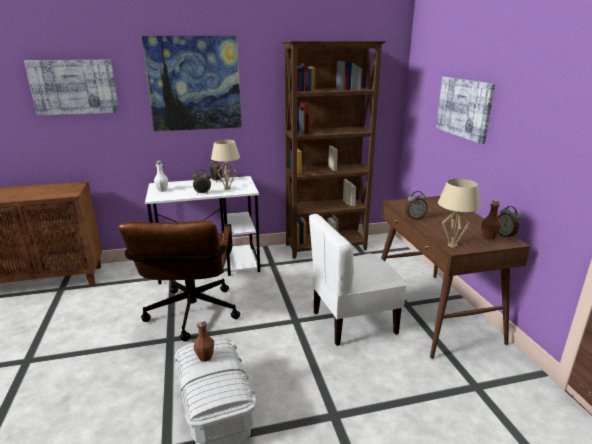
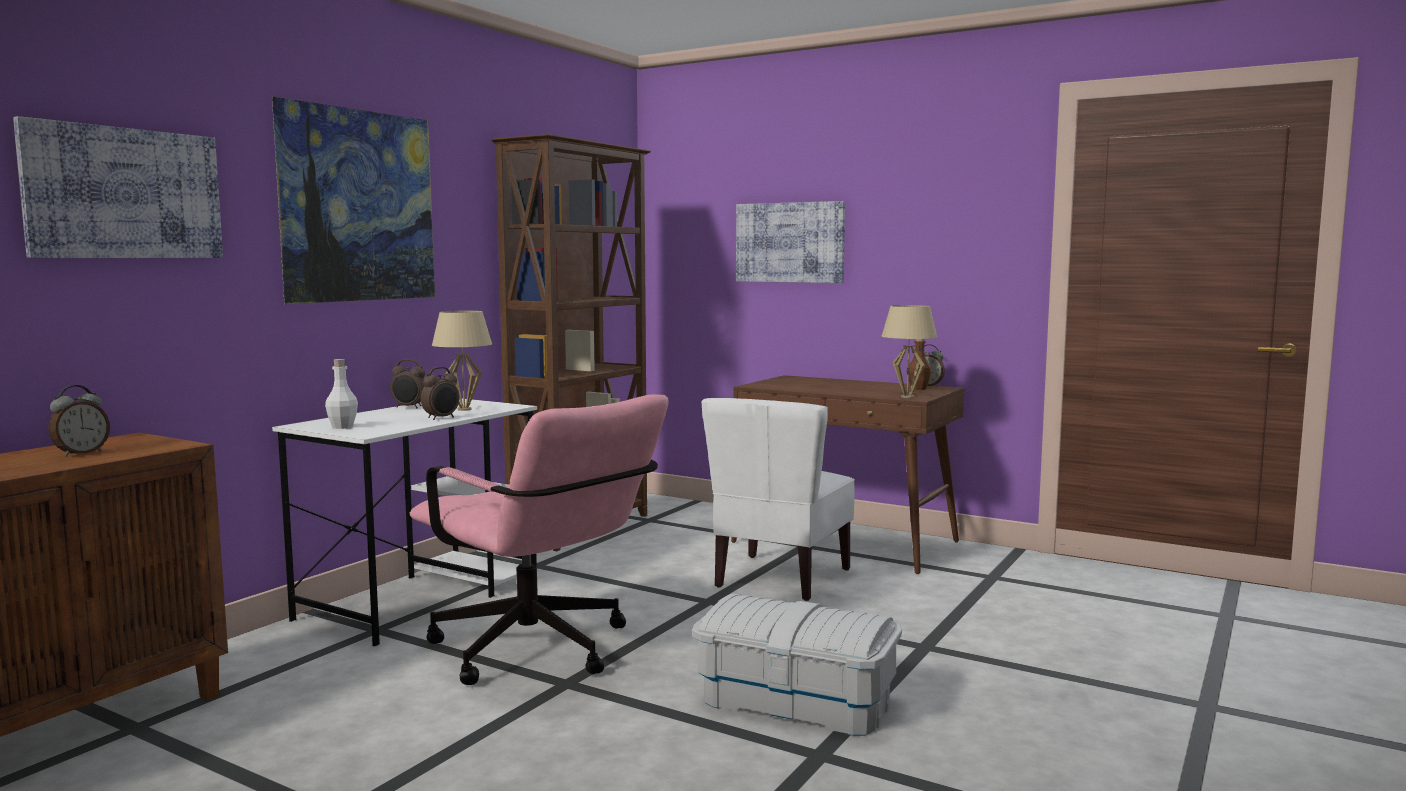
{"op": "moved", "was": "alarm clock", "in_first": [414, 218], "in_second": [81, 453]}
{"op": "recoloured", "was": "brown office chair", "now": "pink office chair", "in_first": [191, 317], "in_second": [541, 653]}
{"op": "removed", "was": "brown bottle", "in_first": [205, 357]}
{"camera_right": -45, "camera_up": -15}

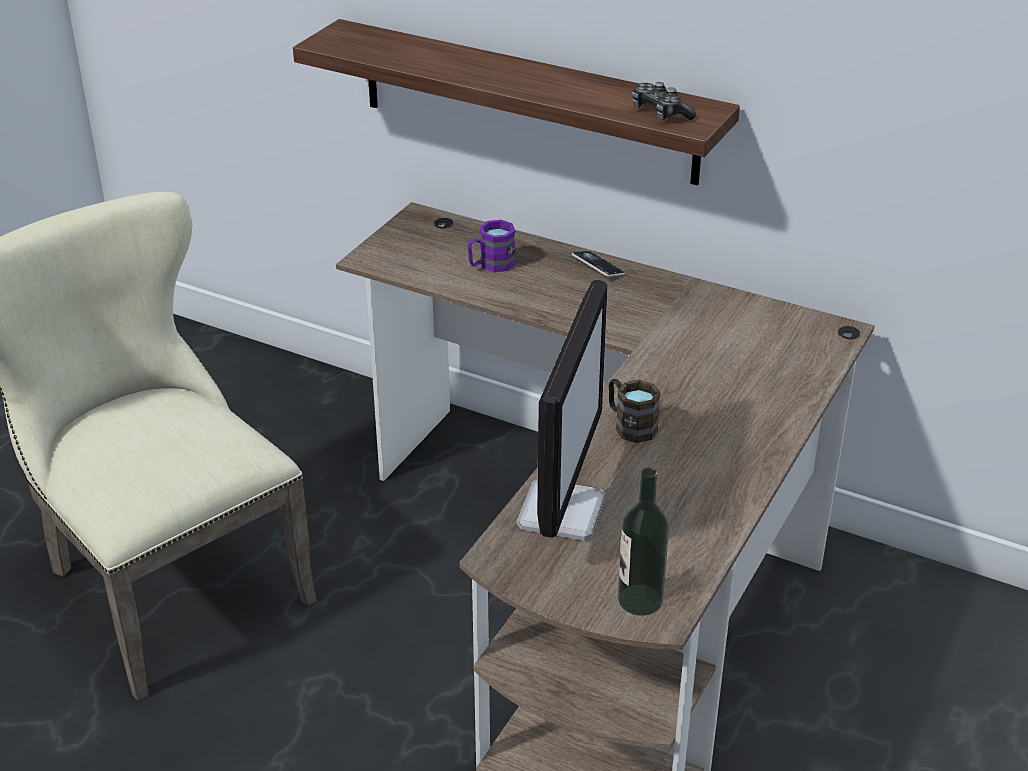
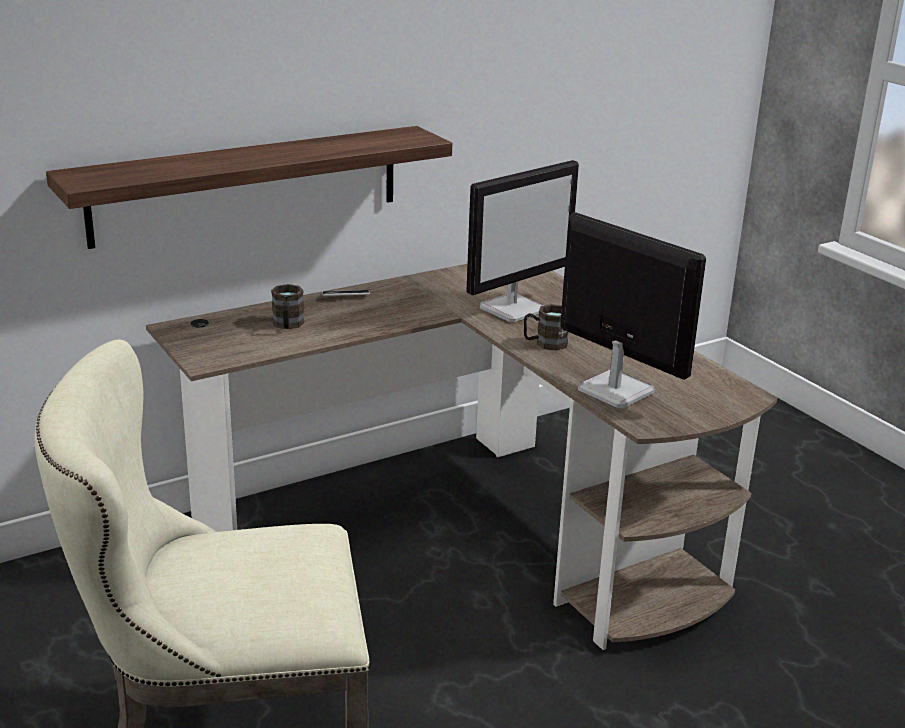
{"op": "removed", "was": "game controller", "in_first": [660, 113]}
{"op": "recoloured", "was": "purple mug", "now": "brown mug", "in_first": [490, 265], "in_second": [287, 325]}
{"op": "removed", "was": "bottle", "in_first": [640, 600]}
{"op": "added", "now": "monitor", "in_second": [513, 309]}
{"camera_right": -60, "camera_up": -10}

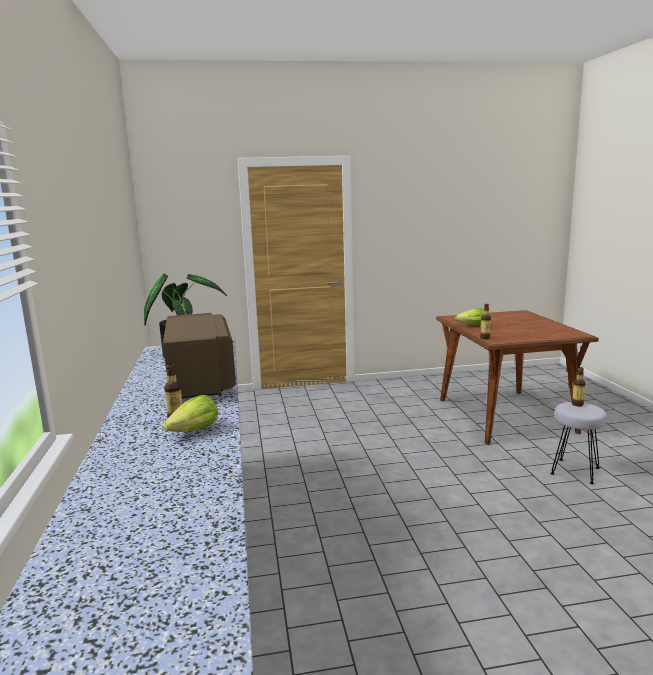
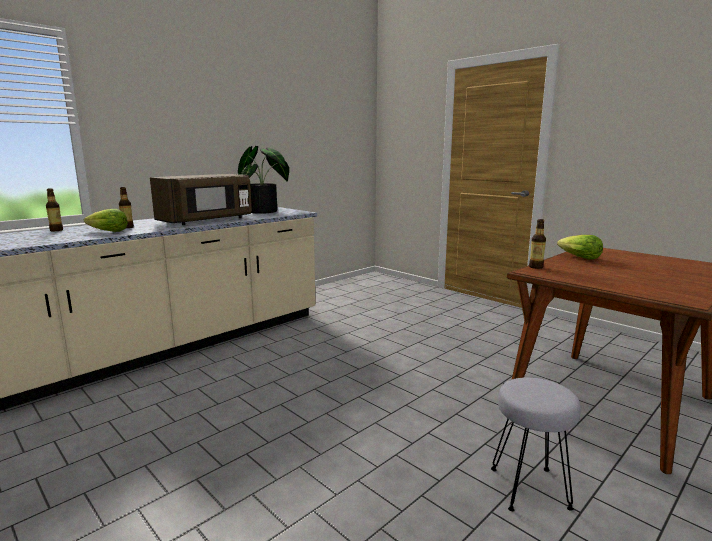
{"op": "moved", "was": "bottle", "in_first": [577, 404], "in_second": [56, 230]}
{"camera_right": 55, "camera_up": 0}

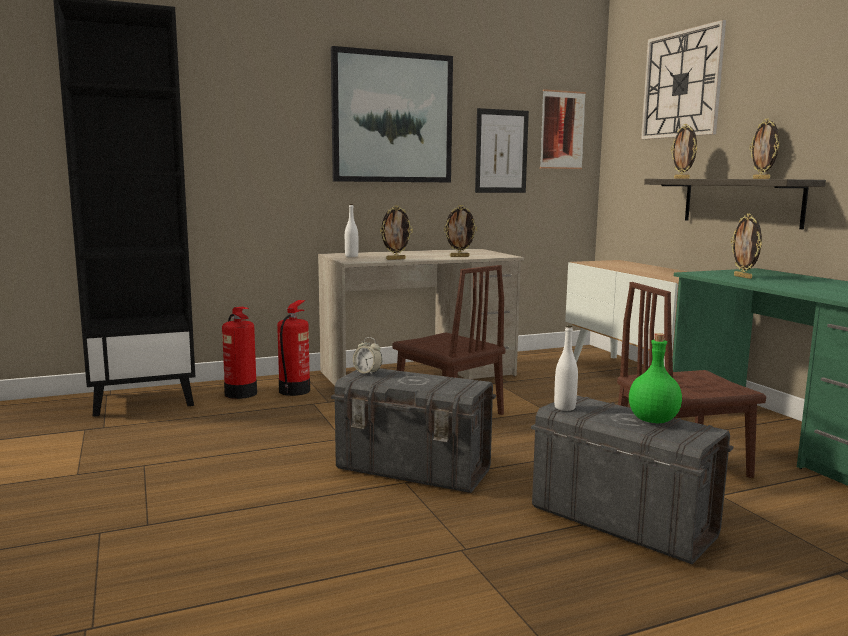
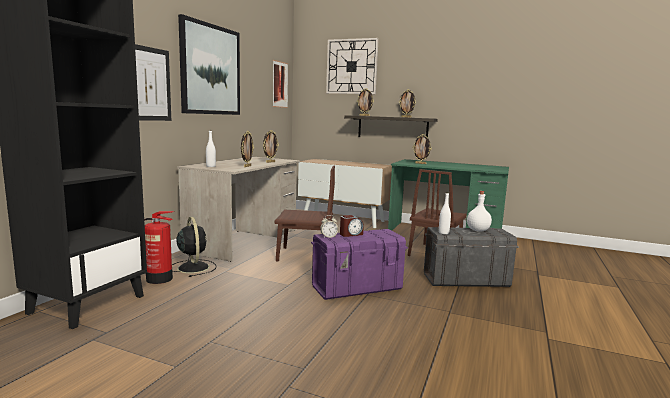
{"op": "moved", "was": "picture", "in_first": [501, 151], "in_second": [150, 84]}
{"op": "replaced", "was": "fire extinguisher", "now": "black fan", "in_first": [295, 390], "in_second": [193, 267]}
{"op": "recoloured", "was": "green bottle", "now": "white bottle", "in_first": [652, 420], "in_second": [477, 230]}
{"op": "recoloured", "was": "grey storage box", "now": "purple storage box", "in_first": [414, 469], "in_second": [357, 287]}
{"op": "added", "now": "alarm clock", "in_second": [351, 234]}
{"camera_right": -45, "camera_up": 0}

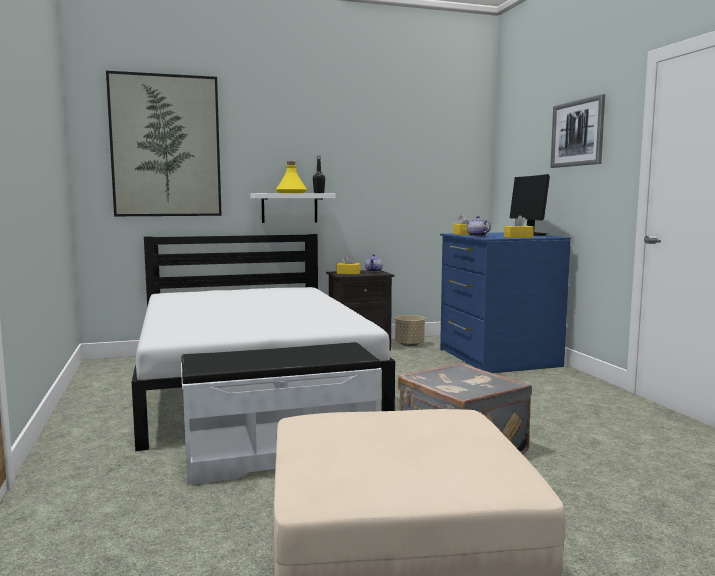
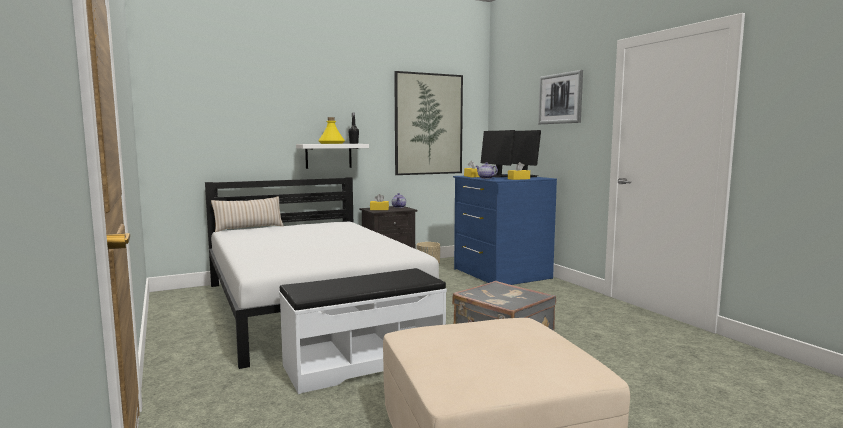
{"op": "moved", "was": "picture", "in_first": [166, 146], "in_second": [428, 124]}
{"op": "added", "now": "monitor", "in_second": [498, 176]}
{"op": "added", "now": "beige pillow", "in_second": [249, 228]}
{"camera_right": -10, "camera_up": 0}

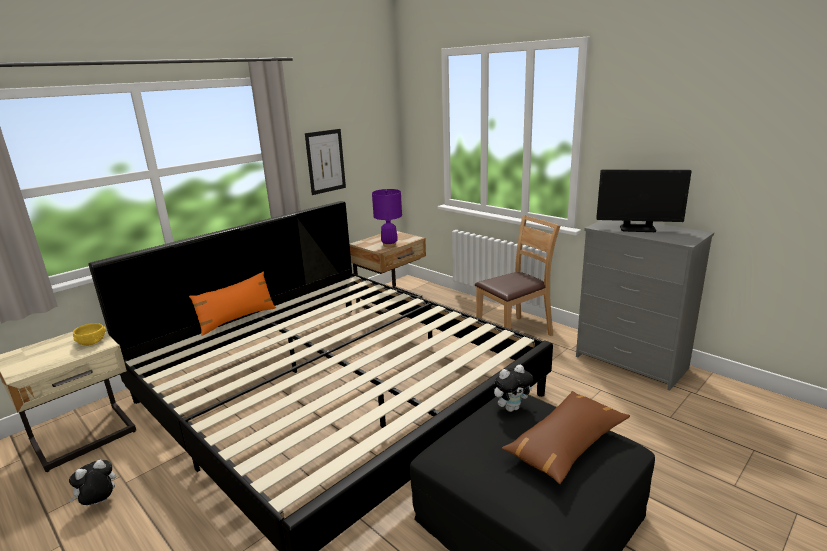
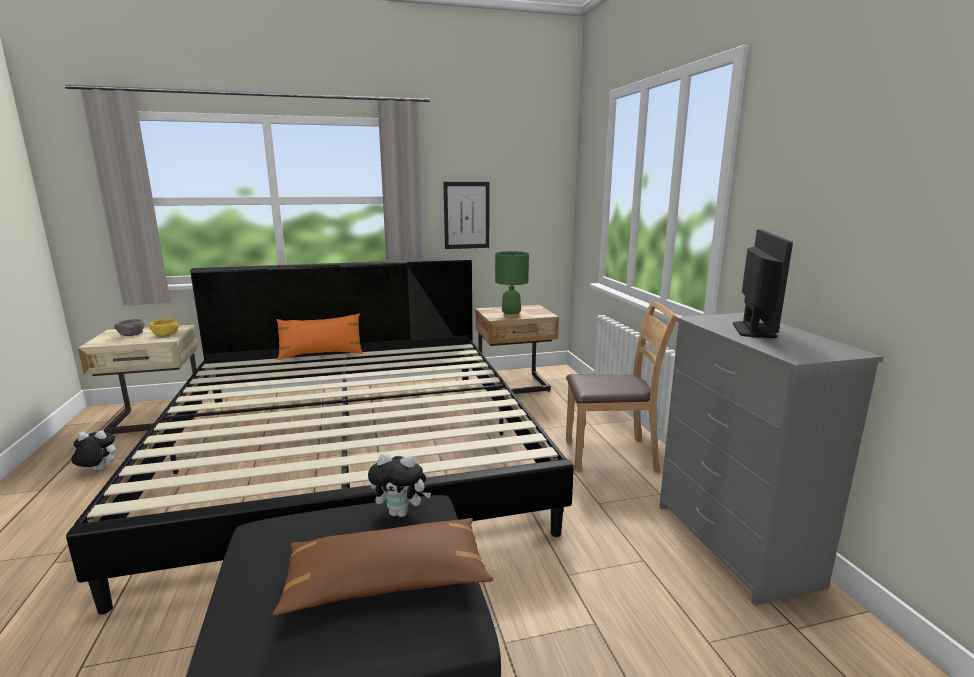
{"op": "turned", "was": "monitor", "in_first": [637, 228], "in_second": [753, 330], "clockwise": -120}
{"op": "recoloured", "was": "purple table lamp", "now": "green table lamp", "in_first": [389, 244], "in_second": [511, 316]}
{"op": "added", "now": "grey bowl", "in_second": [131, 335]}
{"camera_right": 30, "camera_up": -5}

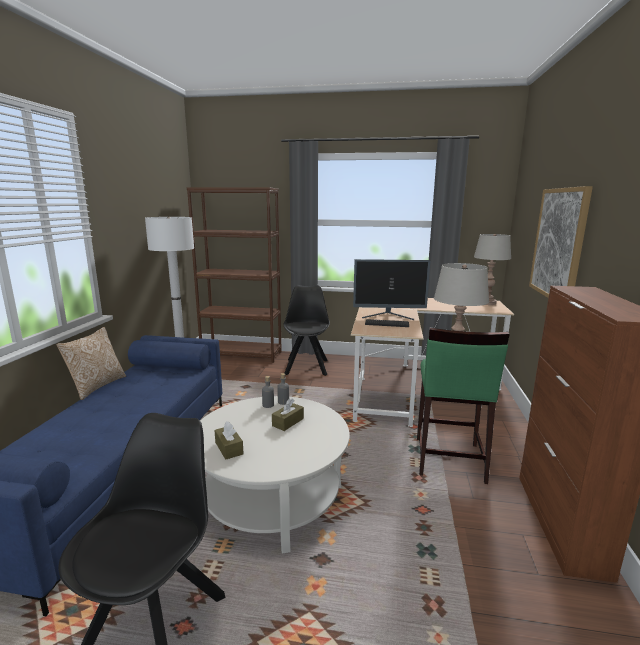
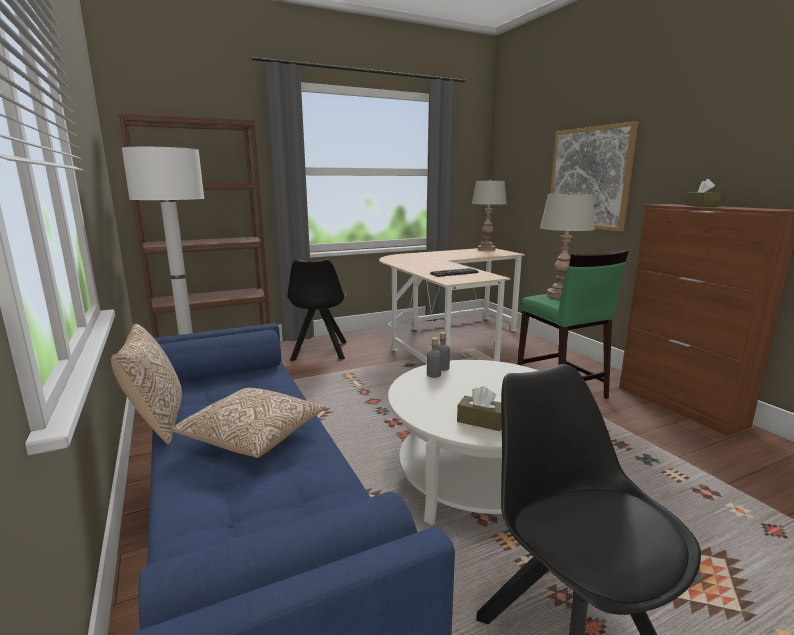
{"op": "removed", "was": "monitor", "in_first": [388, 316]}
{"op": "turned", "was": "black chair", "in_first": [307, 366], "in_second": [319, 352], "clockwise": -150}
{"op": "moved", "was": "brown tissue box", "in_first": [288, 422], "in_second": [701, 206]}
{"op": "added", "now": "pillow", "in_second": [254, 437]}
{"camera_right": -35, "camera_up": 0}

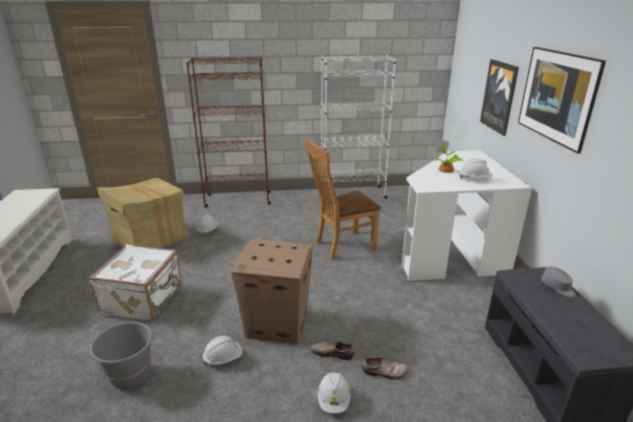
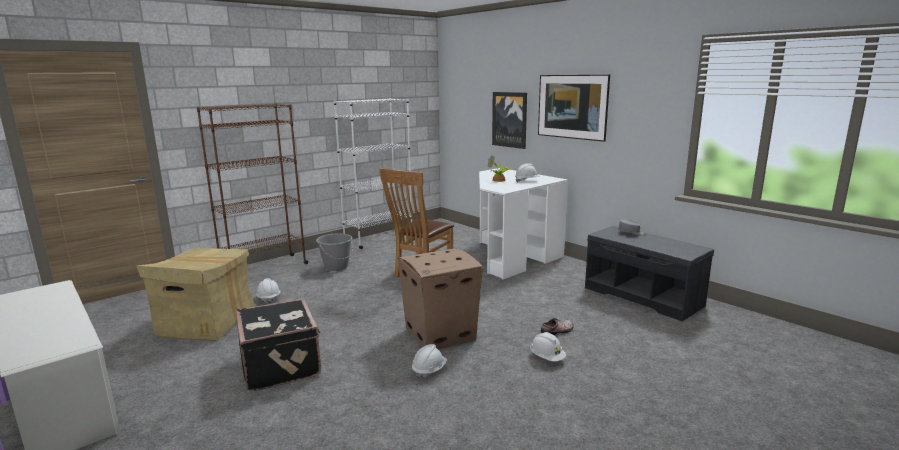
{"op": "recoloured", "was": "white suitcase", "now": "black suitcase", "in_first": [144, 299], "in_second": [282, 365]}
{"op": "moved", "was": "grey bucket", "in_first": [131, 376], "in_second": [336, 267]}
{"op": "removed", "was": "shoe", "in_first": [332, 352]}
{"camera_right": -35, "camera_up": -10}

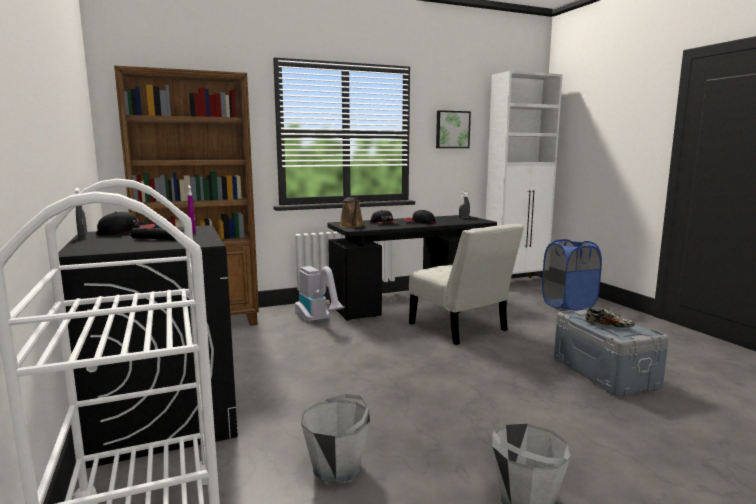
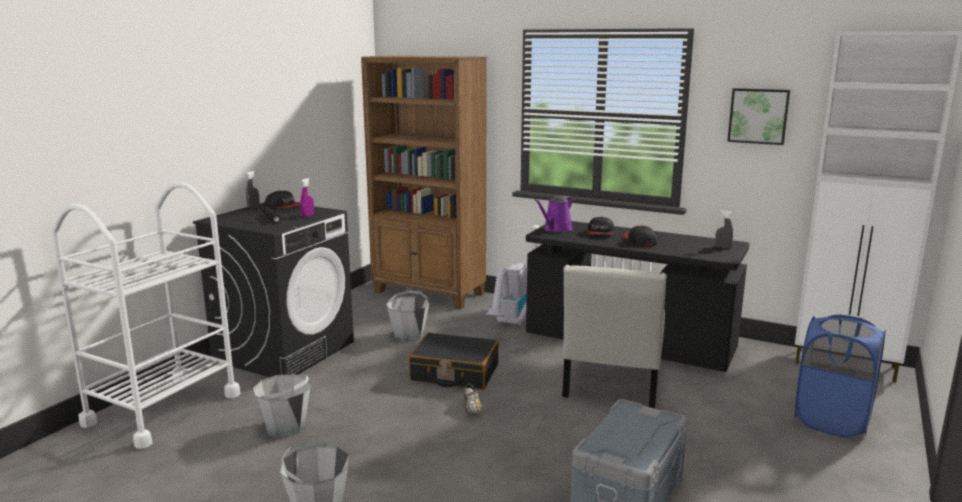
{"op": "recoloured", "was": "brown watering can", "now": "purple watering can", "in_first": [352, 226], "in_second": [556, 229]}
{"op": "moved", "was": "shoe", "in_first": [608, 326], "in_second": [472, 408]}
{"op": "added", "now": "grey bucket", "in_second": [409, 335]}
{"op": "added", "now": "black suitcase", "in_second": [454, 373]}
{"camera_right": 50, "camera_up": 5}

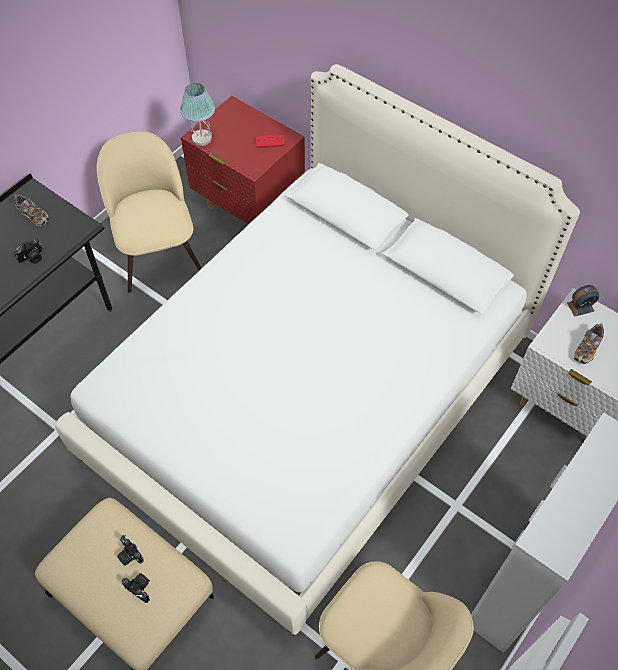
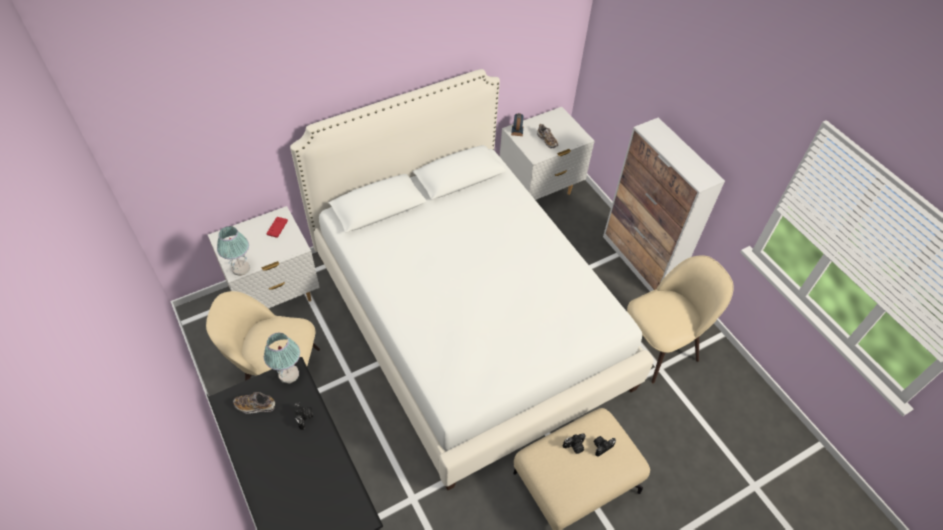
{"op": "recoloured", "was": "red nightstand", "now": "white nightstand", "in_first": [249, 209], "in_second": [276, 297]}
{"op": "turned", "was": "shoe", "in_first": [33, 215], "in_second": [255, 406], "clockwise": -150}
{"op": "added", "now": "table lamp", "in_second": [289, 374]}
{"camera_right": -70, "camera_up": -5}

